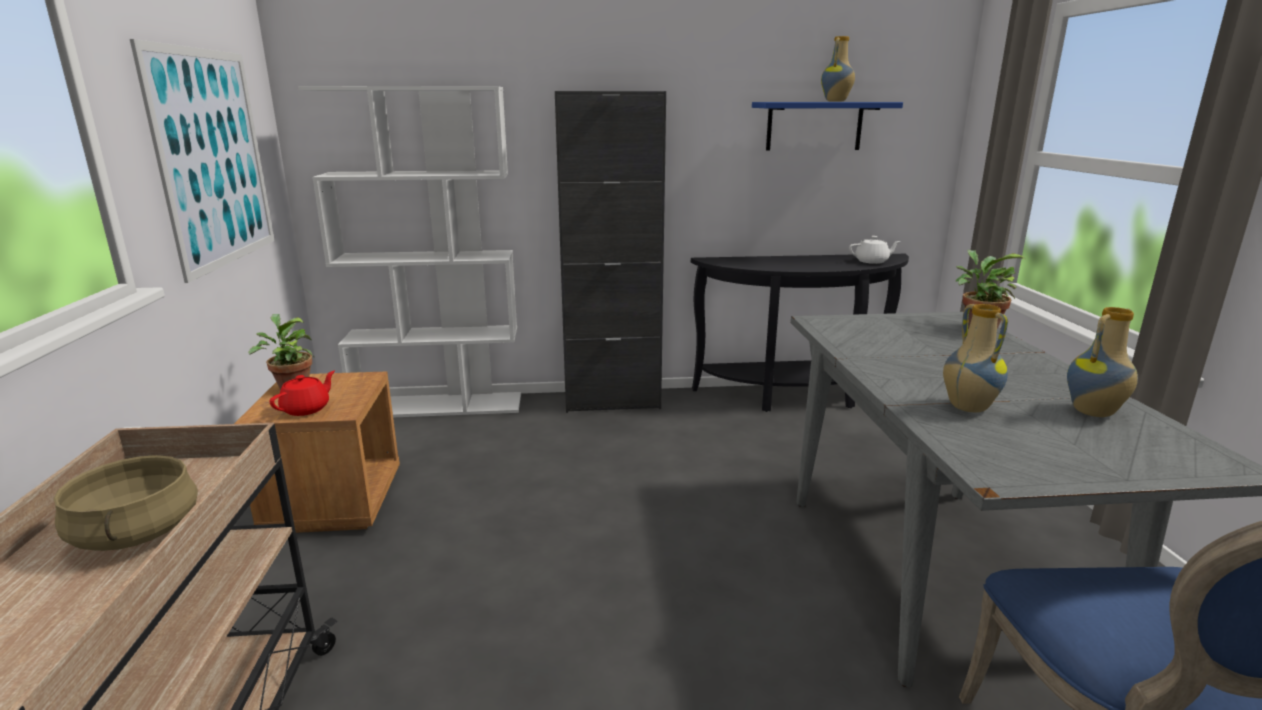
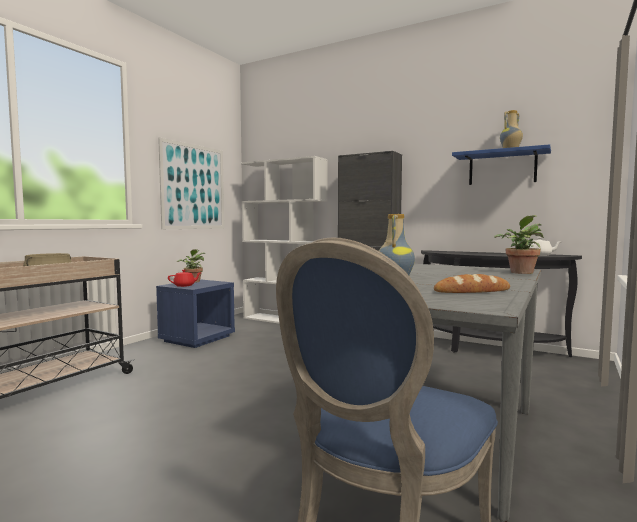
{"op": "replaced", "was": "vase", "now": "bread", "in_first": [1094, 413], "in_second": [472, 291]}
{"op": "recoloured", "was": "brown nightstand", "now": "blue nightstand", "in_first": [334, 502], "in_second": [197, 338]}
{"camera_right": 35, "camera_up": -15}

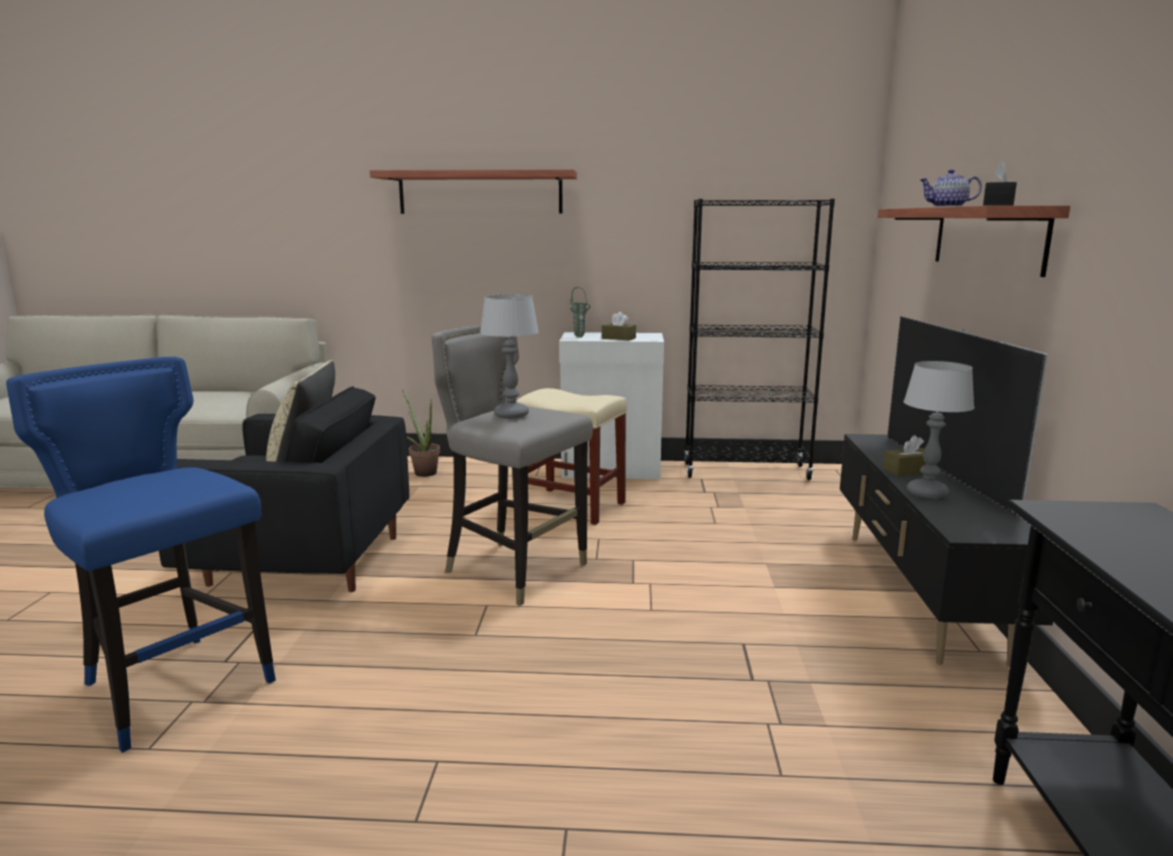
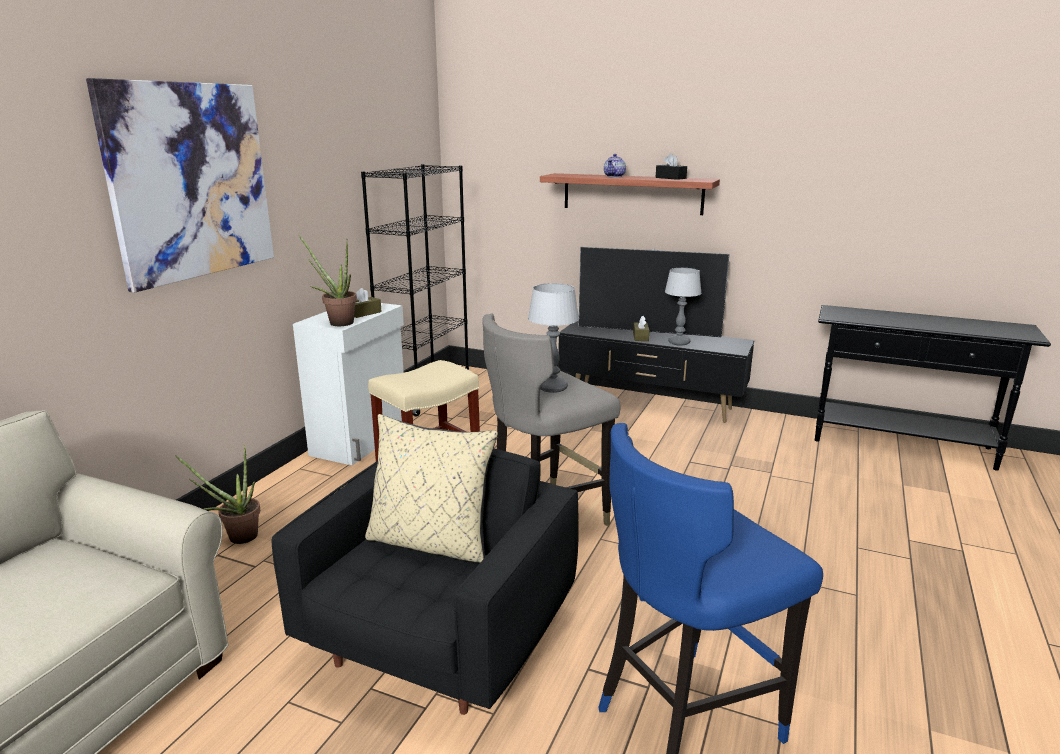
{"op": "replaced", "was": "shelf", "now": "picture", "in_first": [480, 193], "in_second": [191, 181]}
{"op": "replaced", "was": "green vase", "now": "potted plant", "in_first": [580, 337], "in_second": [337, 322]}
{"camera_right": -70, "camera_up": 5}

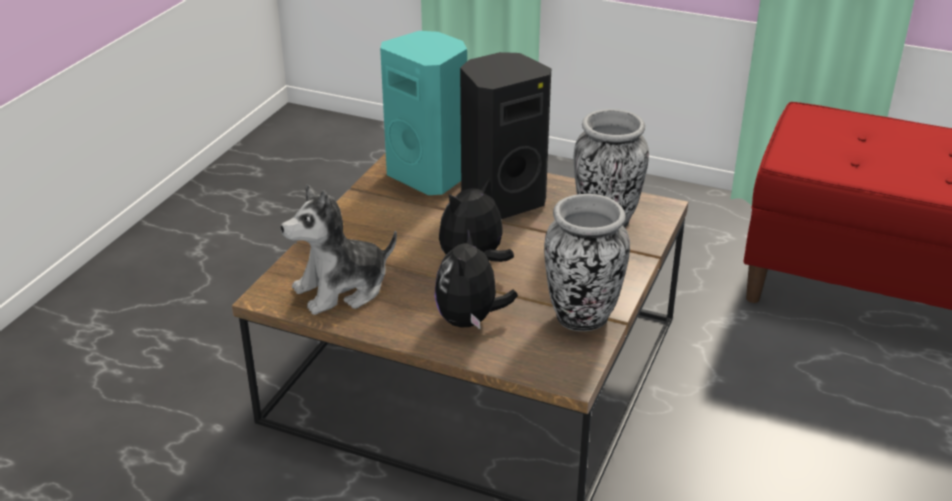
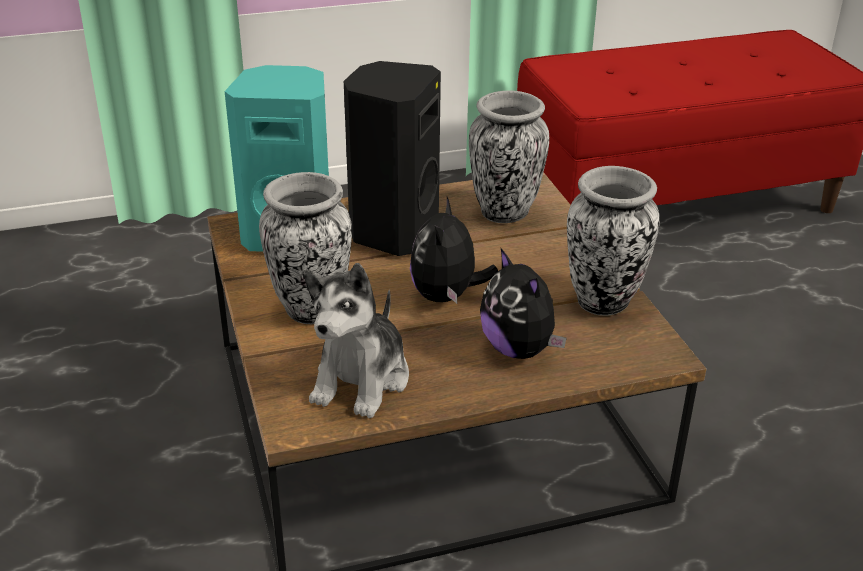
{"op": "added", "now": "vase", "in_second": [311, 309]}
{"camera_right": -40, "camera_up": 0}

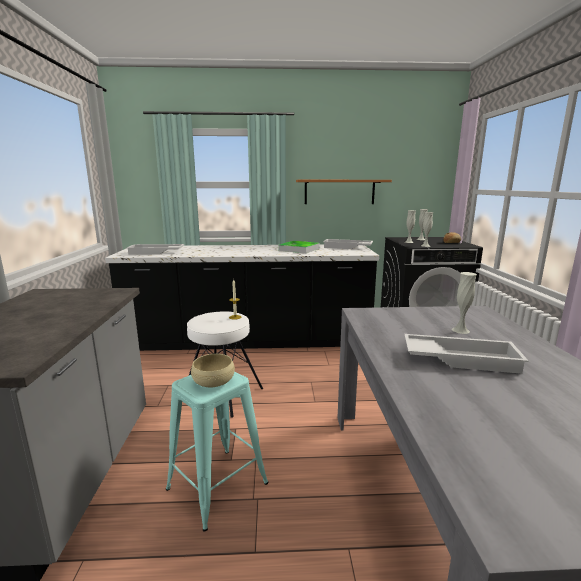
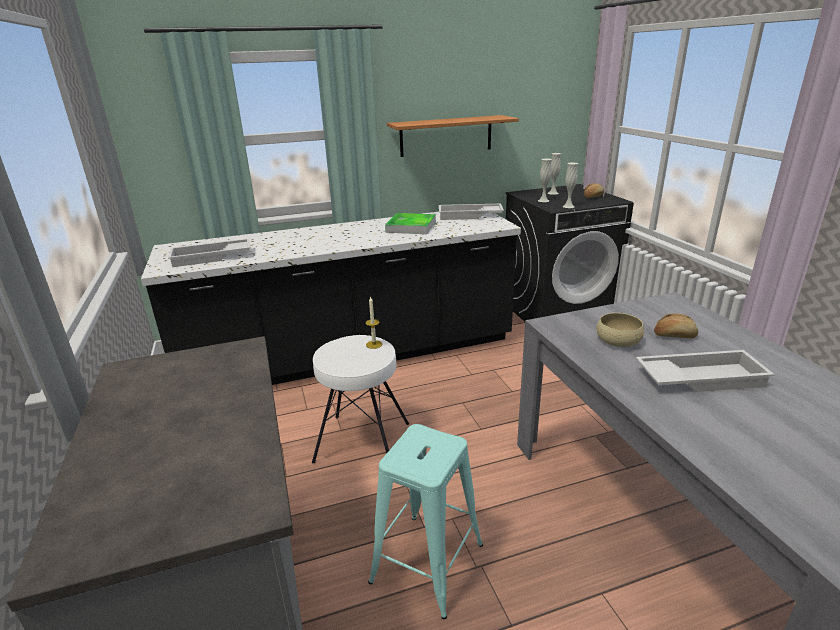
{"op": "replaced", "was": "white vase", "now": "bread", "in_first": [460, 330], "in_second": [674, 335]}
{"op": "moved", "was": "beige bowl", "in_first": [213, 381], "in_second": [618, 341]}
{"camera_right": -15, "camera_up": 10}

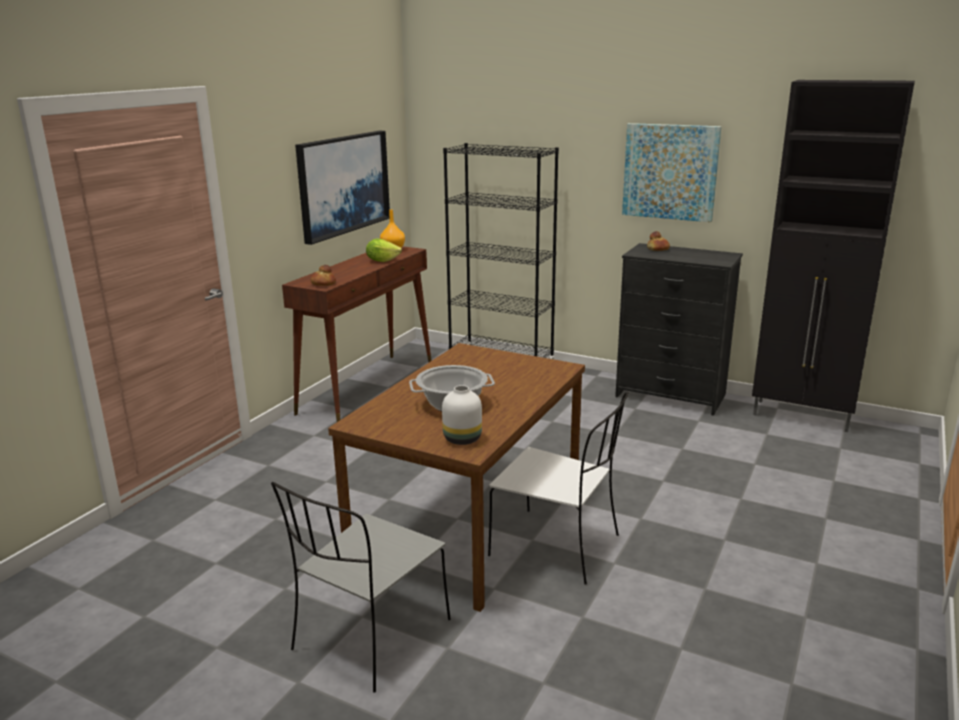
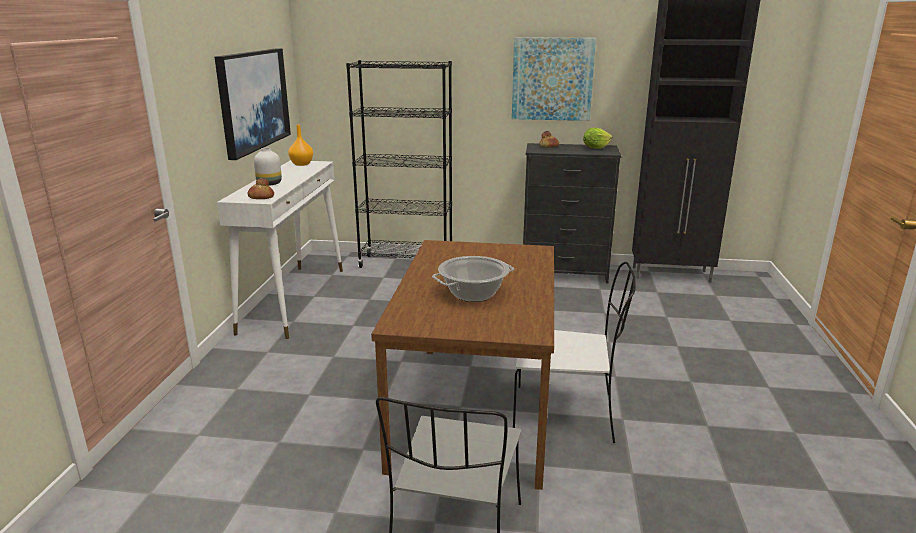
{"op": "moved", "was": "lettuce", "in_first": [382, 261], "in_second": [595, 148]}
{"op": "recoloured", "was": "brown console table", "now": "white console table", "in_first": [368, 387], "in_second": [294, 299]}
{"op": "moved", "was": "white vase", "in_first": [463, 439], "in_second": [270, 184]}
{"camera_right": -20, "camera_up": 0}

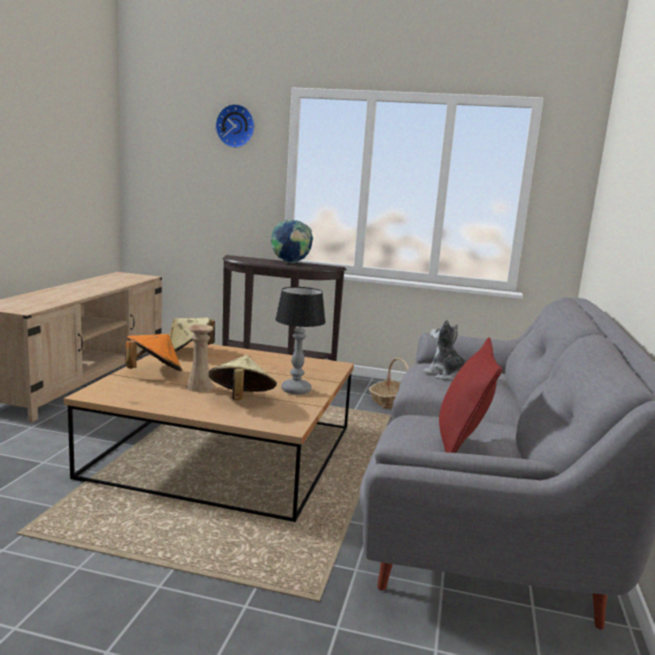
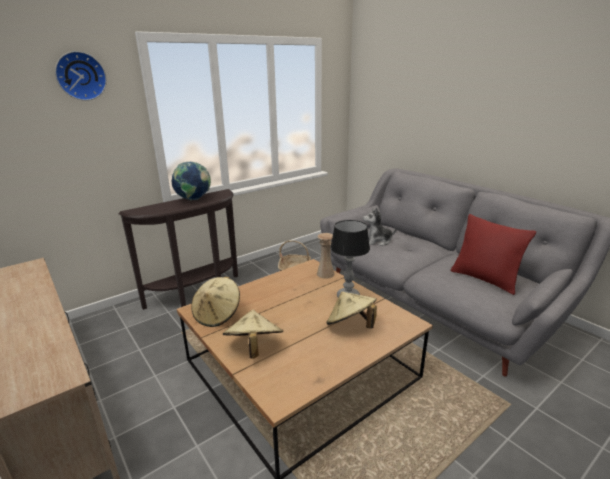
{"op": "moved", "was": "beige vase", "in_first": [199, 387], "in_second": [325, 274]}
{"op": "recoloured", "was": "orange hat", "now": "beige hat", "in_first": [154, 372], "in_second": [253, 348]}
{"camera_right": -50, "camera_up": 10}

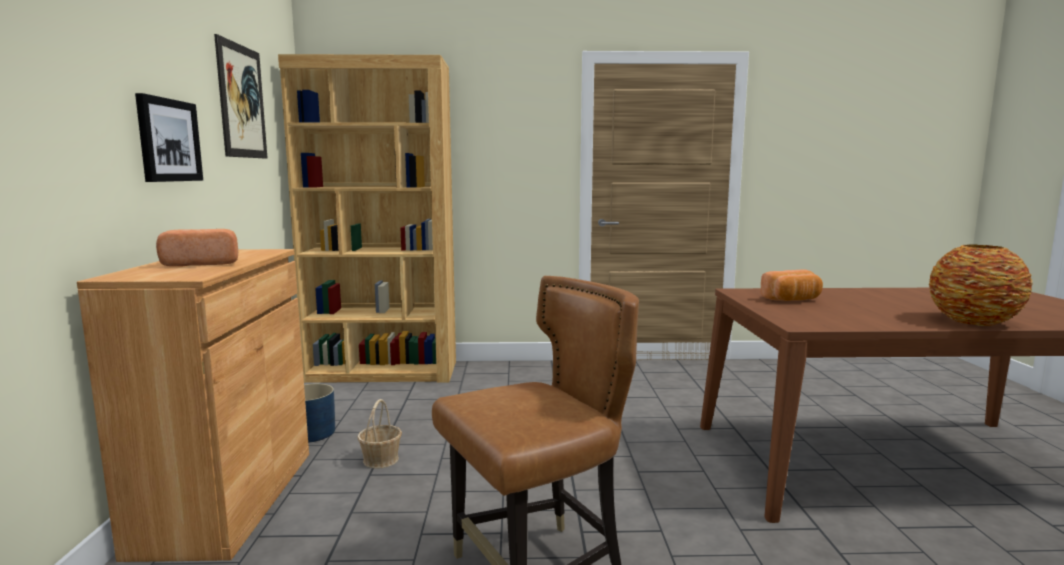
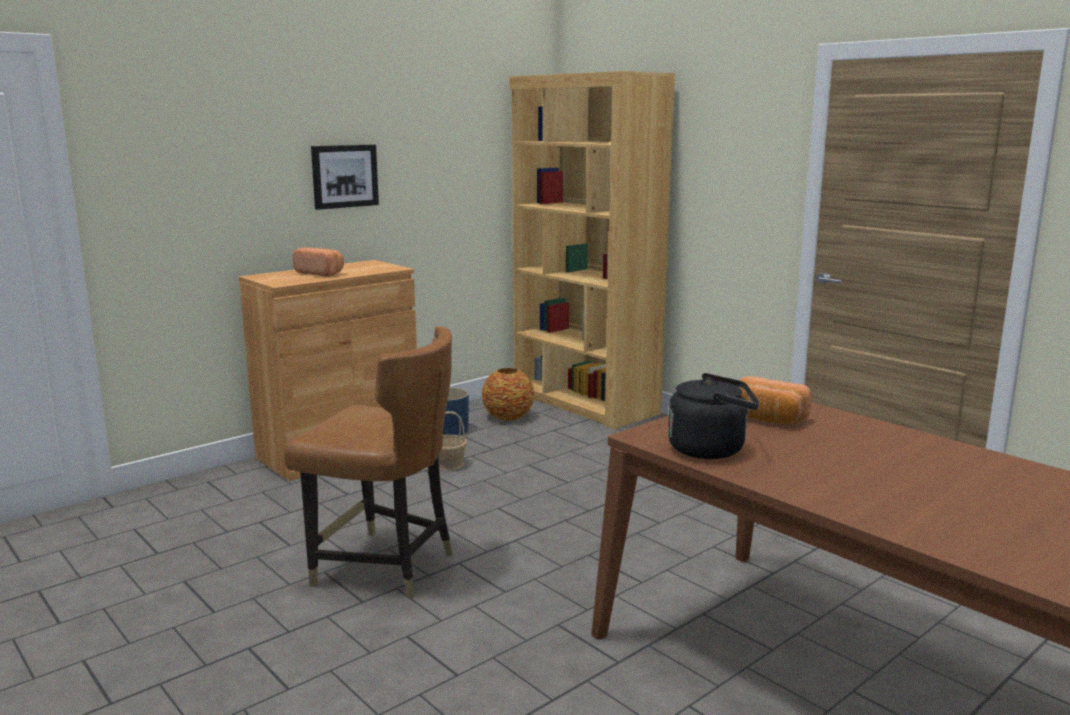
{"op": "removed", "was": "picture", "in_first": [242, 101]}
{"op": "moved", "was": "vase", "in_first": [973, 322], "in_second": [507, 417]}
{"op": "added", "now": "black kettle", "in_second": [711, 449]}
{"camera_right": 50, "camera_up": 5}

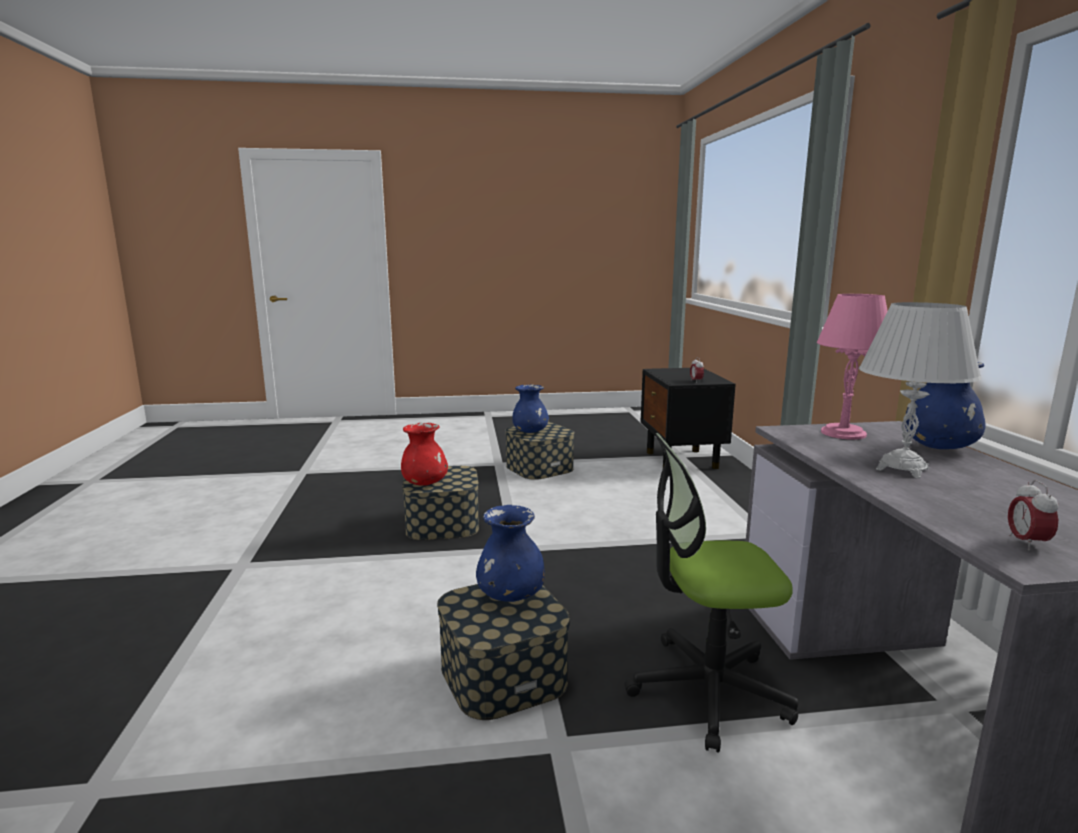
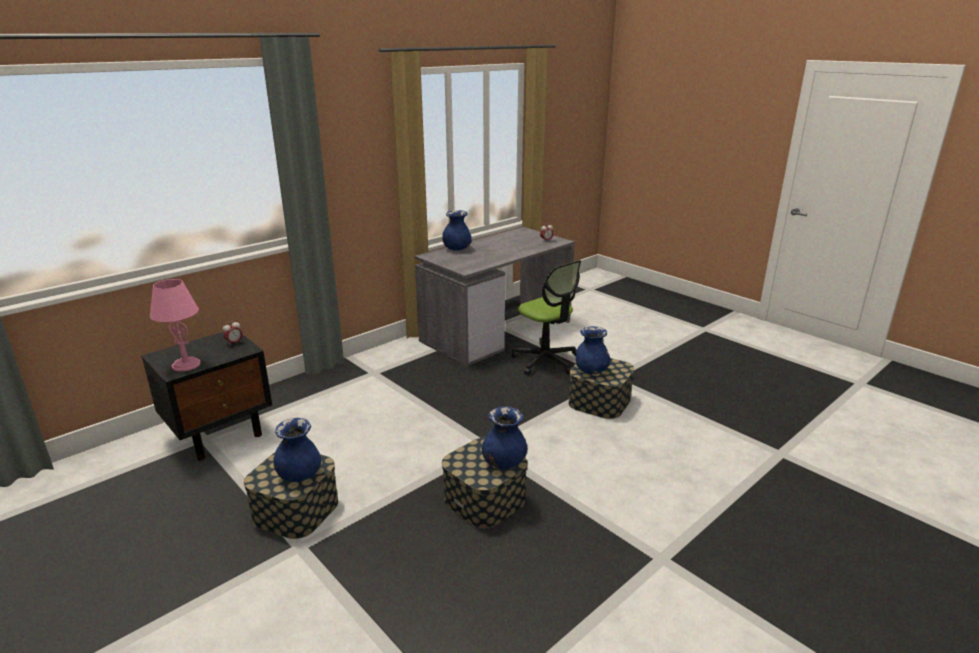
{"op": "moved", "was": "pink table lamp", "in_first": [843, 433], "in_second": [186, 365]}
{"op": "removed", "was": "white table lamp", "in_first": [902, 469]}
{"op": "recoloured", "was": "red vase", "now": "blue vase", "in_first": [425, 483], "in_second": [504, 462]}
{"camera_right": -125, "camera_up": 10}

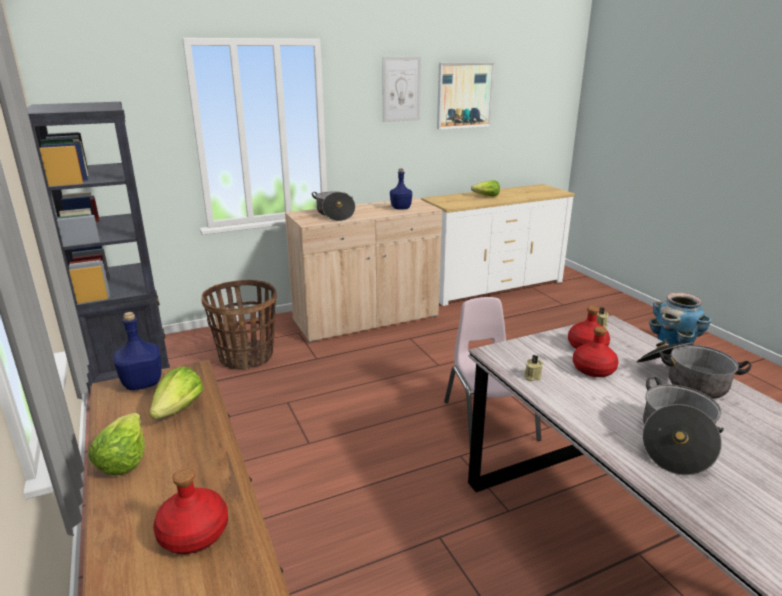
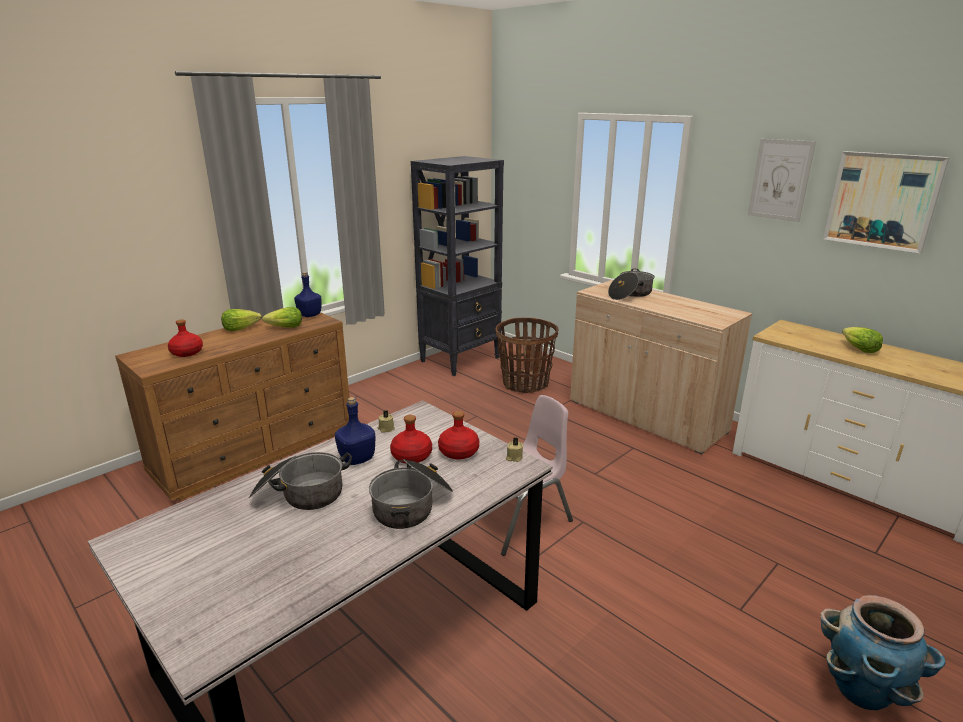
{"op": "moved", "was": "blue bottle", "in_first": [400, 208], "in_second": [358, 458]}
{"camera_right": 70, "camera_up": 0}

